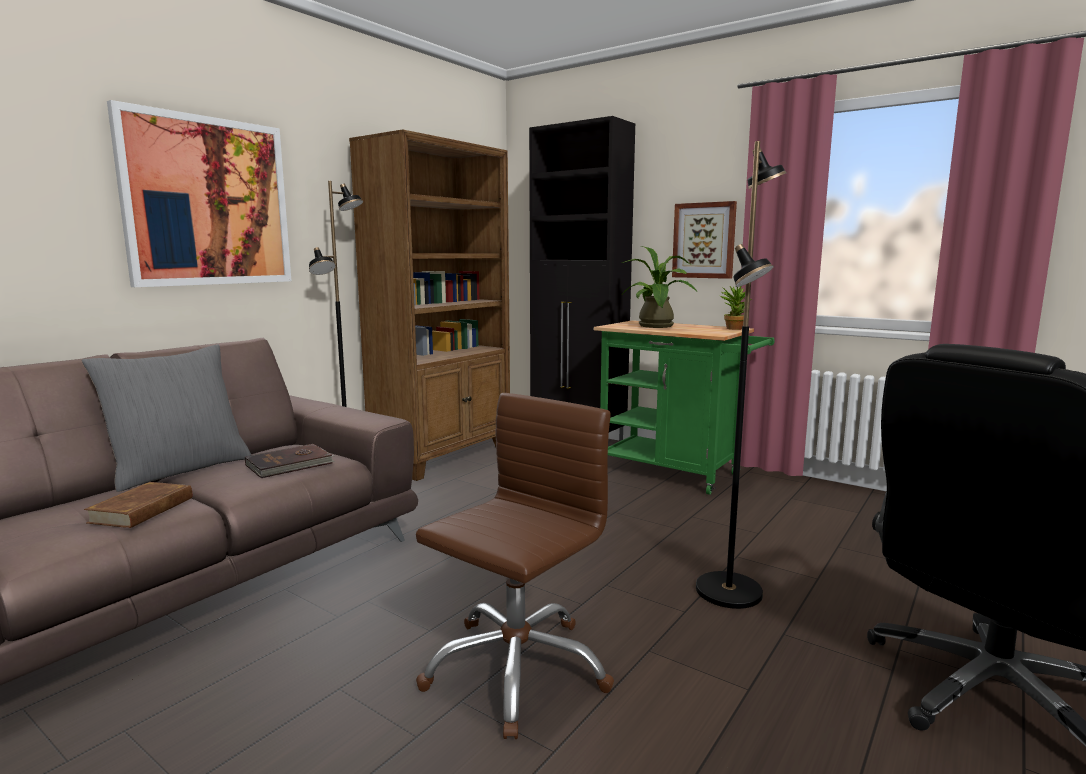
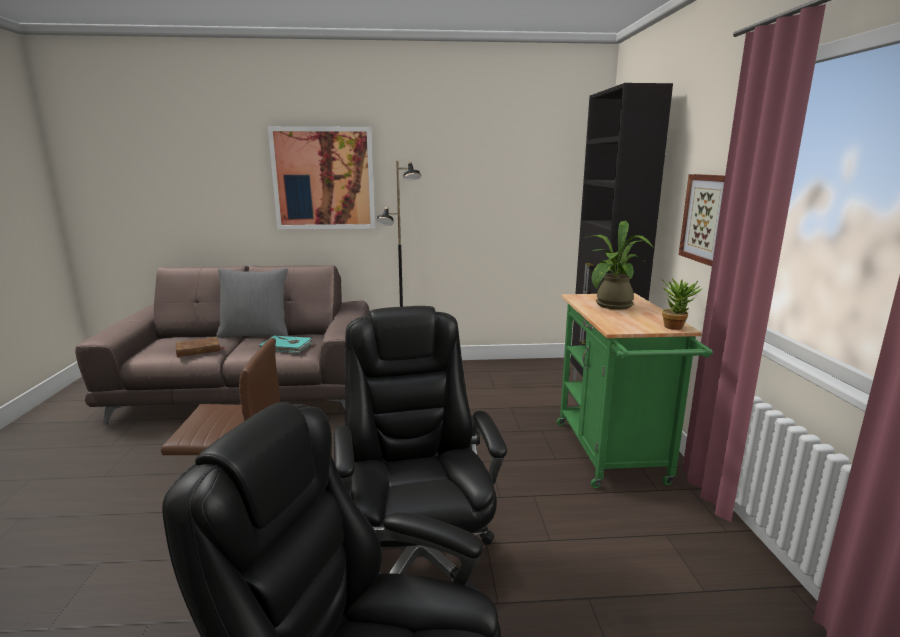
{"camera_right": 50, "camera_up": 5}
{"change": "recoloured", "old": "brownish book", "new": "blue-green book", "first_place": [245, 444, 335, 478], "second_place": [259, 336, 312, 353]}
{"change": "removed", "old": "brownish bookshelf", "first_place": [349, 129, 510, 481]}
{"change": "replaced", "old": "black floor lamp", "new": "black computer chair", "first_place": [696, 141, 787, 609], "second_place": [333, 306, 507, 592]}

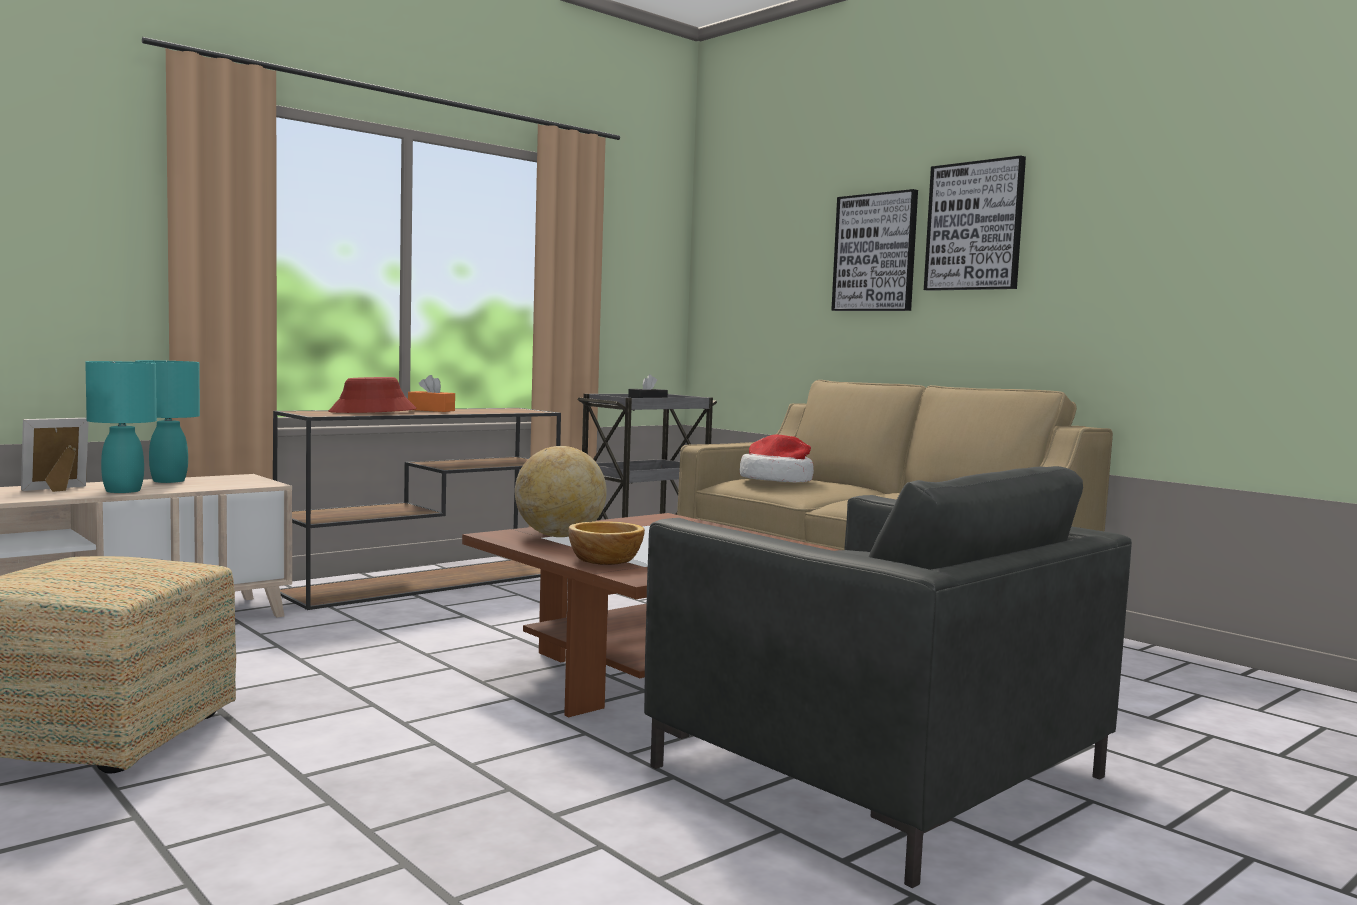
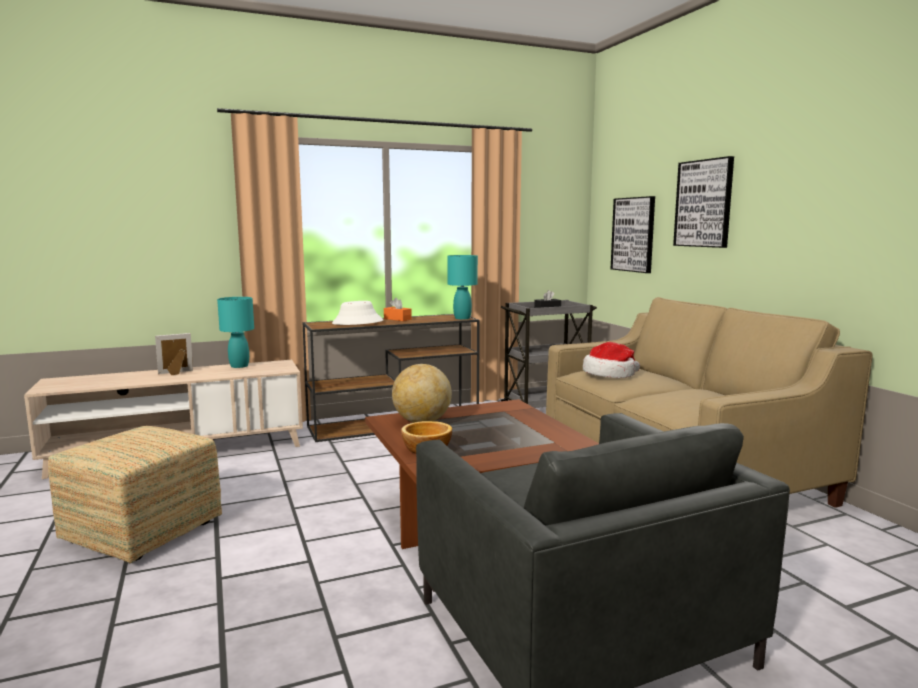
{"camera_right": 20, "camera_up": 5}
{"change": "moved", "old": "blue-green table lamp", "first_place": [85, 361, 157, 493], "second_place": [447, 255, 478, 320]}
{"change": "recoloured", "old": "reddish clothing hat", "new": "white-coloured clothing hat", "first_place": [328, 377, 417, 413], "second_place": [332, 301, 383, 325]}
{"change": "moved", "old": "picture", "first_place": [924, 156, 1026, 291], "second_place": [611, 196, 655, 273]}

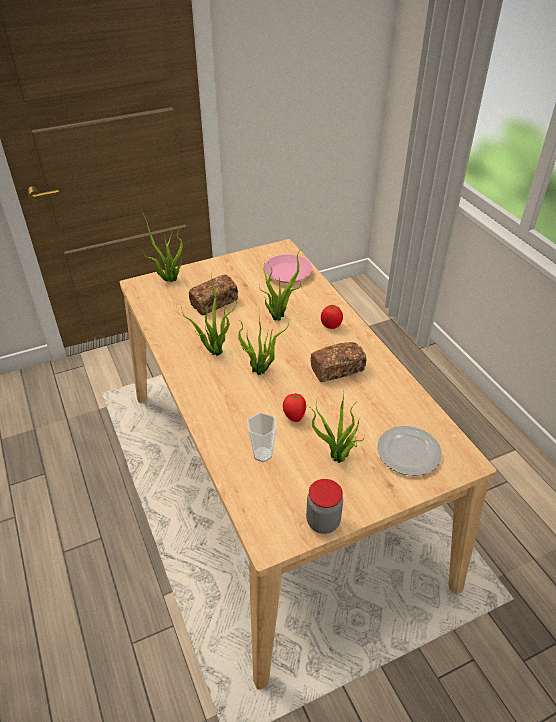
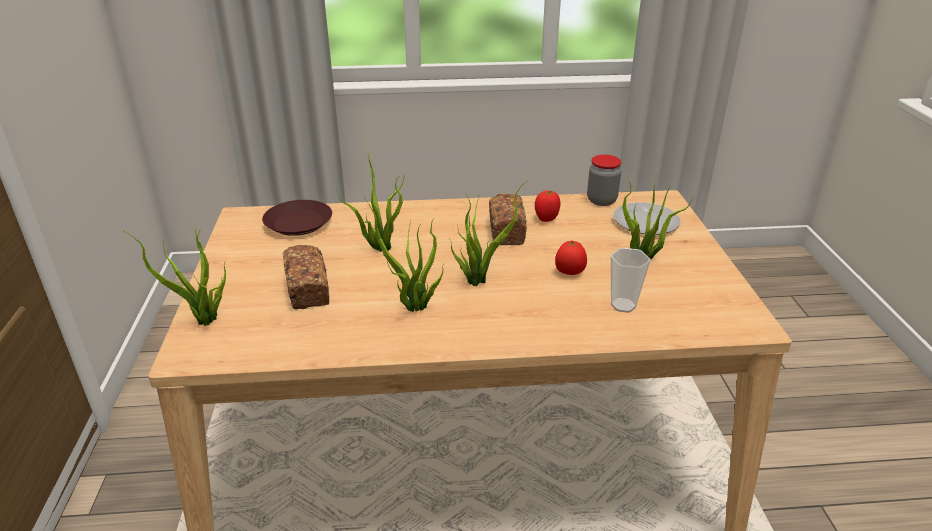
{"camera_right": -70, "camera_up": -10}
{"change": "recoloured", "old": "pink dinner plate", "new": "brownish dinner plate", "first_place": [264, 254, 312, 283], "second_place": [262, 200, 332, 236]}
{"change": "moved", "old": "preserve jar", "first_place": [306, 479, 343, 534], "second_place": [587, 155, 621, 206]}
{"change": "moved", "old": "tomato", "first_place": [321, 305, 343, 329], "second_place": [535, 190, 560, 222]}

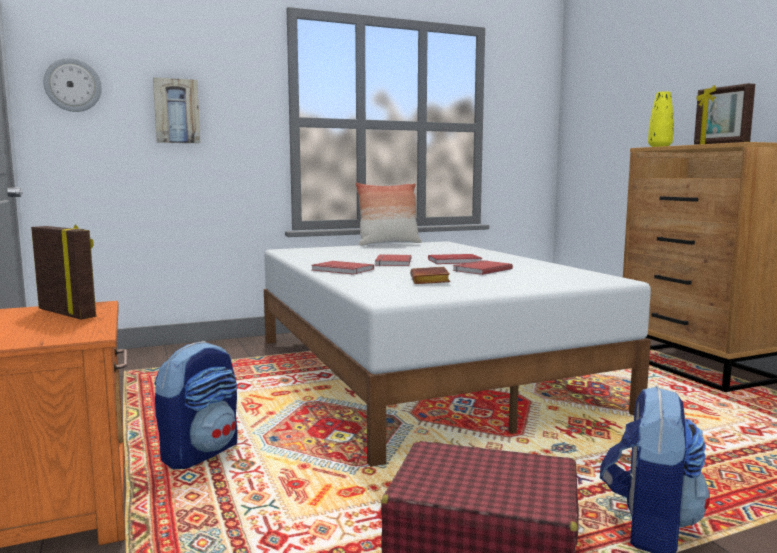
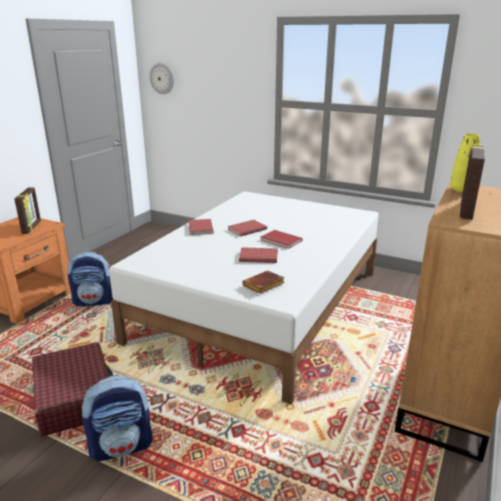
{"camera_right": 50, "camera_up": 15}
{"change": "removed", "old": "picture", "first_place": [153, 77, 200, 143]}
{"change": "removed", "old": "pillow", "first_place": [355, 182, 422, 246]}
{"change": "moved", "old": "brownish book", "first_place": [410, 267, 450, 284], "second_place": [242, 271, 285, 294]}

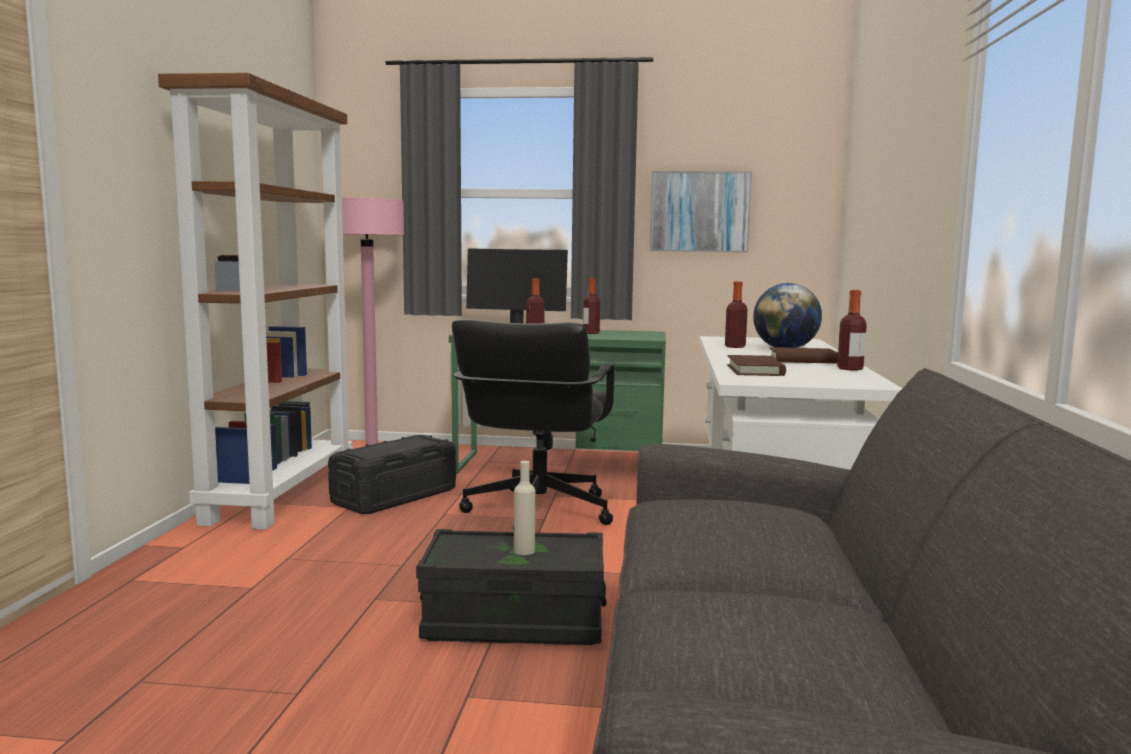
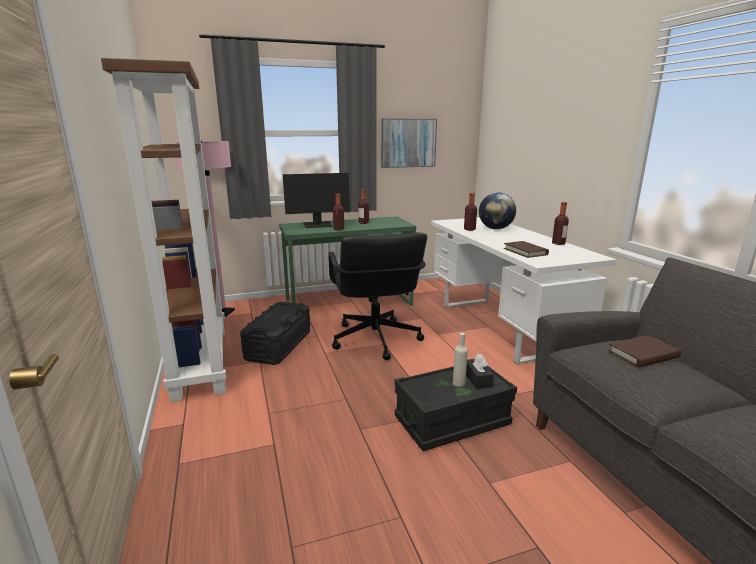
{"camera_right": -25, "camera_up": 10}
{"change": "moved", "old": "brownish book", "first_place": [770, 347, 838, 364], "second_place": [608, 335, 681, 368]}
{"change": "added", "new": "black box of tissues", "second_place": [466, 354, 494, 389]}

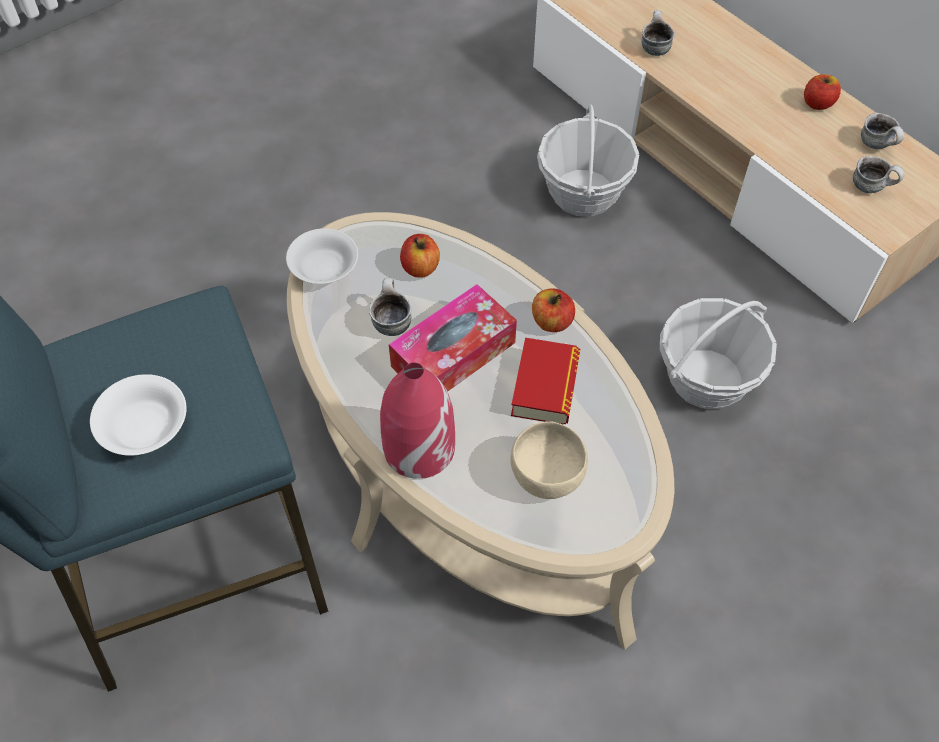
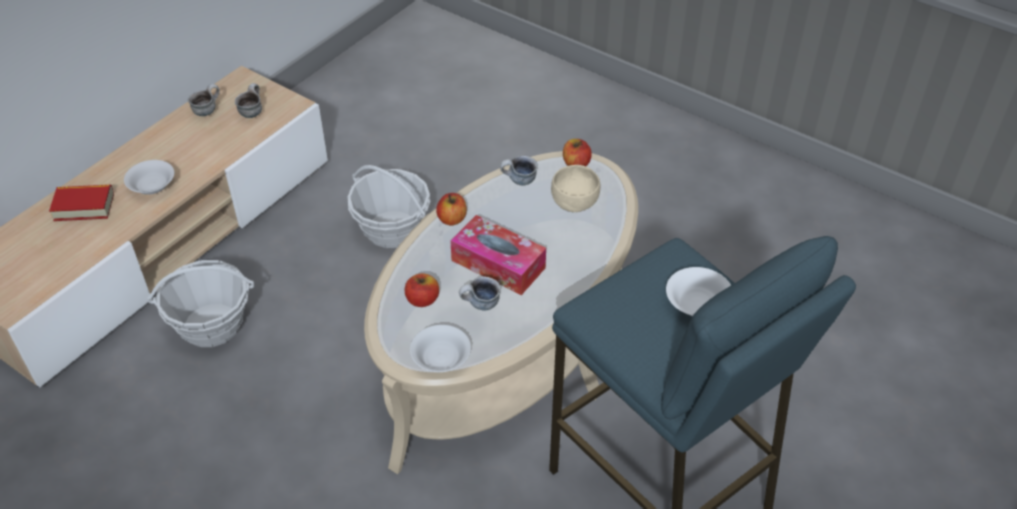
{"camera_right": -105, "camera_up": -10}
{"change": "removed", "old": "reddish flower vase", "first_place": [380, 363, 455, 479]}
{"change": "moved", "old": "book", "first_place": [511, 338, 580, 425], "second_place": [49, 185, 114, 221]}
{"change": "moved", "old": "coffee mug", "first_place": [641, 10, 674, 56], "second_place": [500, 156, 538, 185]}
{"change": "moved", "old": "apple", "first_place": [804, 74, 841, 110], "second_place": [563, 139, 592, 166]}
{"change": "added", "new": "white-coloured bowl", "second_place": [124, 160, 174, 195]}

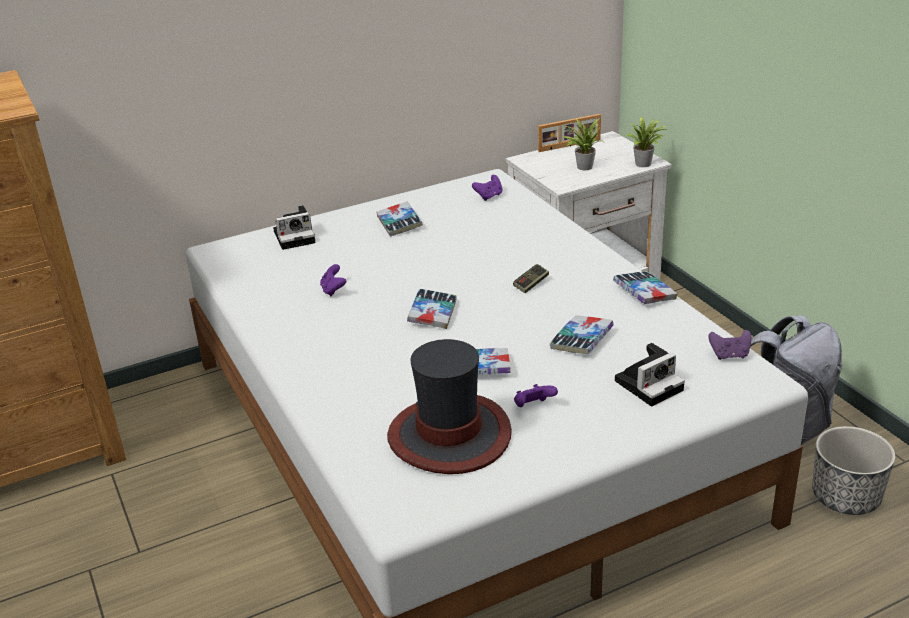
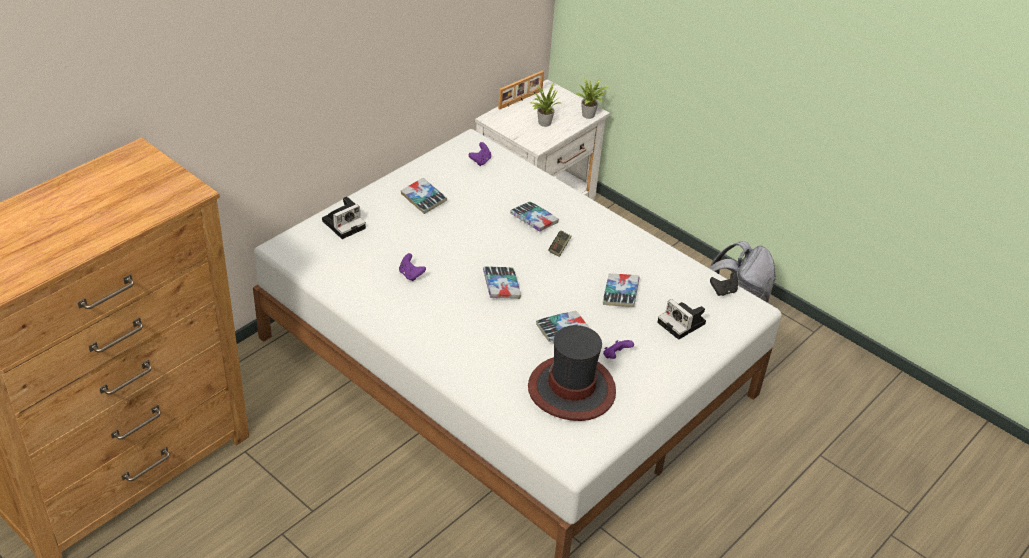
{"camera_right": -25, "camera_up": 10}
{"change": "moved", "old": "book", "first_place": [613, 271, 677, 304], "second_place": [510, 201, 559, 232]}
{"change": "turned", "old": "photo camera", "first_place": [615, 343, 685, 406], "second_place": [657, 299, 706, 340], "degrees": 105}
{"change": "recoloured", "old": "purplish gamepad", "new": "black gamepad", "first_place": [708, 330, 751, 360], "second_place": [710, 272, 738, 296]}
{"change": "removed", "old": "planter", "first_place": [812, 426, 895, 515]}

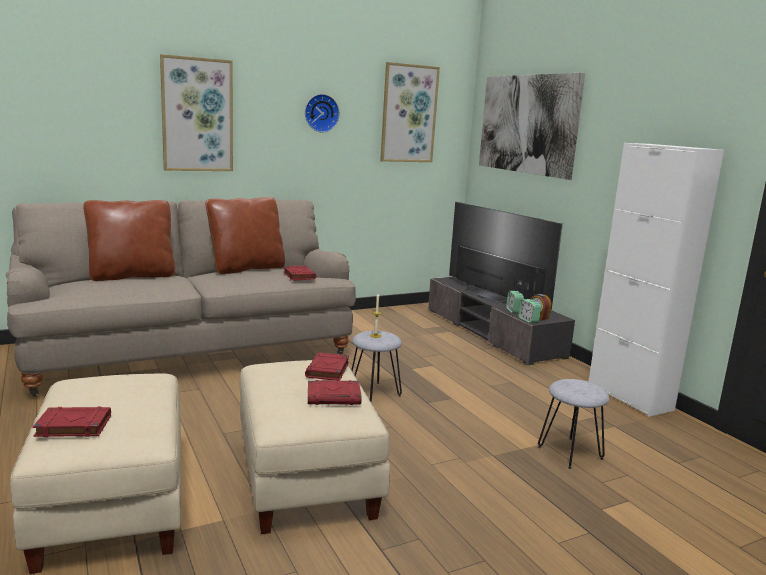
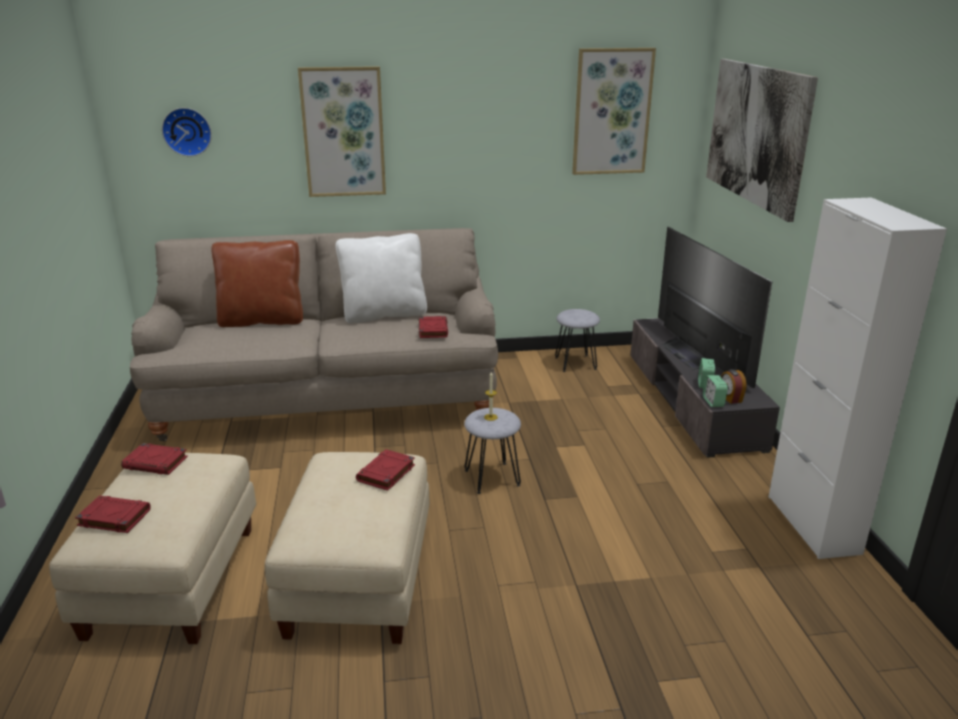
{"camera_right": 20, "camera_up": 10}
{"change": "recoloured", "old": "brownish pillow", "new": "white-coloured pillow", "first_place": [205, 197, 285, 274], "second_place": [335, 233, 427, 323]}
{"change": "moved", "old": "clock on the wall", "first_place": [305, 94, 340, 132], "second_place": [162, 108, 212, 156]}
{"change": "moved", "old": "reddish book", "first_place": [308, 380, 362, 405], "second_place": [121, 443, 188, 475]}
{"change": "moved", "old": "greyish sitting stool", "first_place": [538, 379, 609, 469], "second_place": [555, 309, 600, 372]}

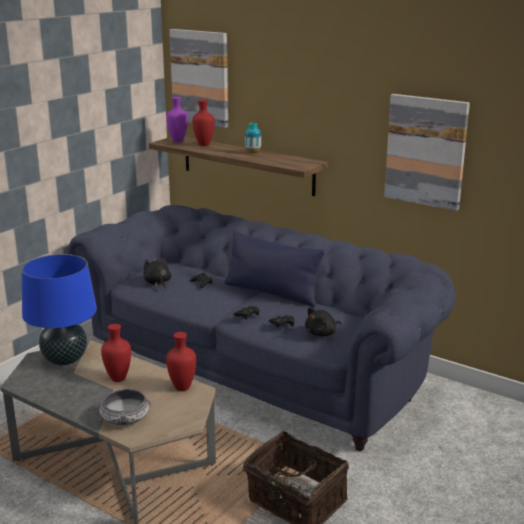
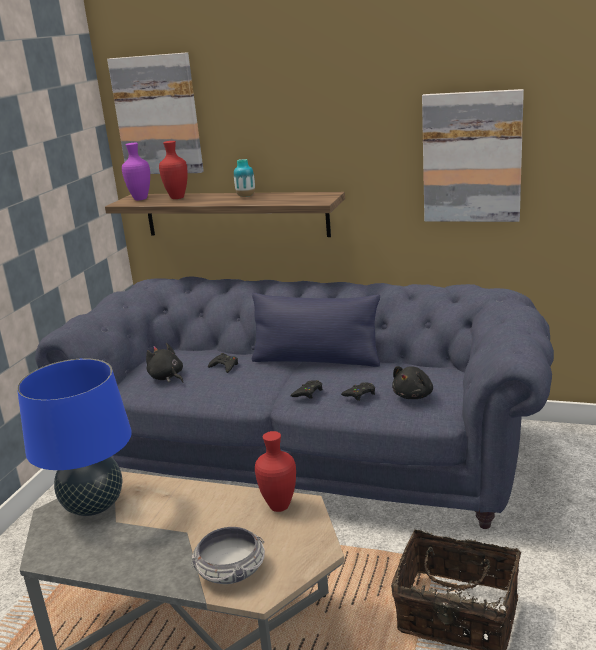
{"camera_right": -15, "camera_up": 0}
{"change": "removed", "old": "reddish flower vase", "first_place": [101, 324, 131, 382]}

